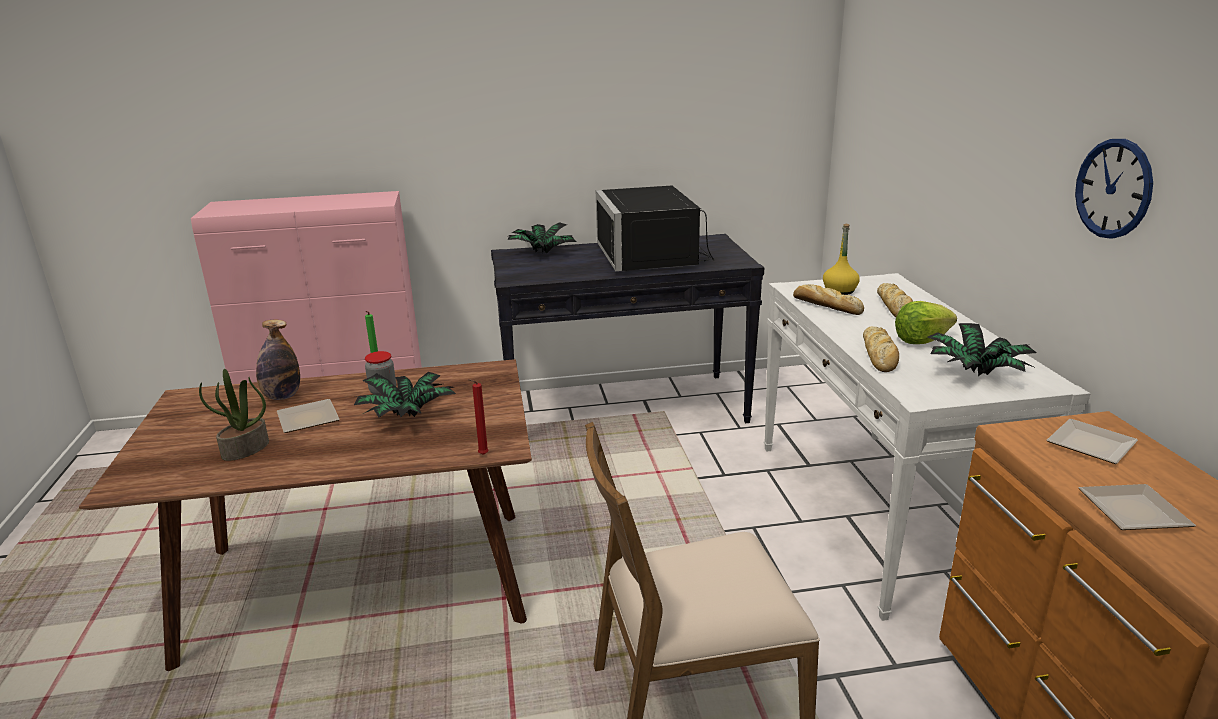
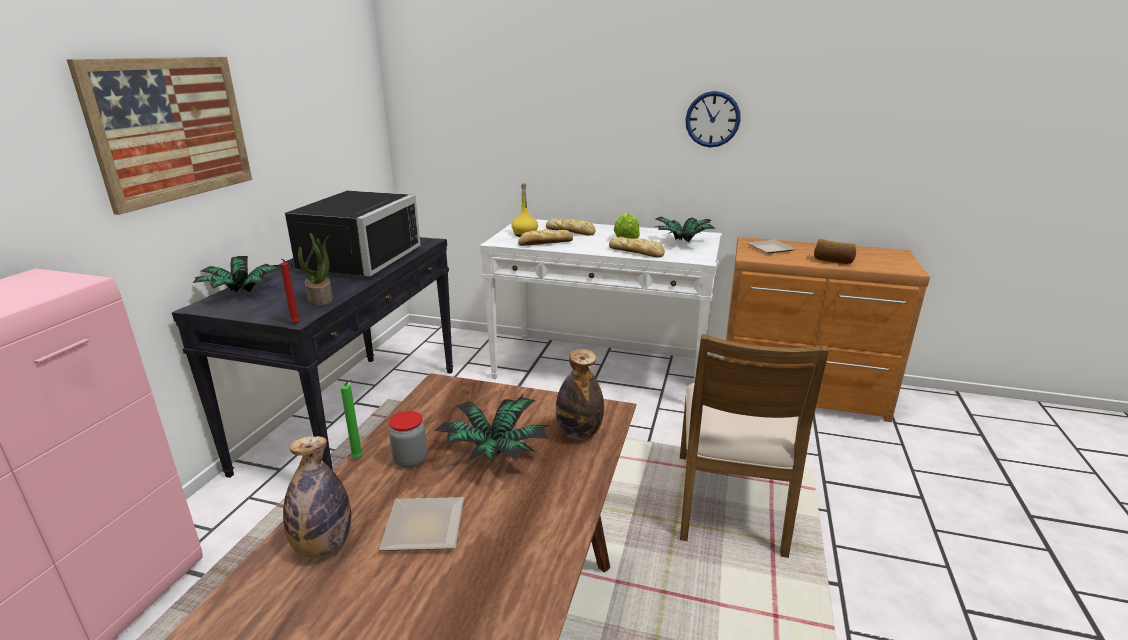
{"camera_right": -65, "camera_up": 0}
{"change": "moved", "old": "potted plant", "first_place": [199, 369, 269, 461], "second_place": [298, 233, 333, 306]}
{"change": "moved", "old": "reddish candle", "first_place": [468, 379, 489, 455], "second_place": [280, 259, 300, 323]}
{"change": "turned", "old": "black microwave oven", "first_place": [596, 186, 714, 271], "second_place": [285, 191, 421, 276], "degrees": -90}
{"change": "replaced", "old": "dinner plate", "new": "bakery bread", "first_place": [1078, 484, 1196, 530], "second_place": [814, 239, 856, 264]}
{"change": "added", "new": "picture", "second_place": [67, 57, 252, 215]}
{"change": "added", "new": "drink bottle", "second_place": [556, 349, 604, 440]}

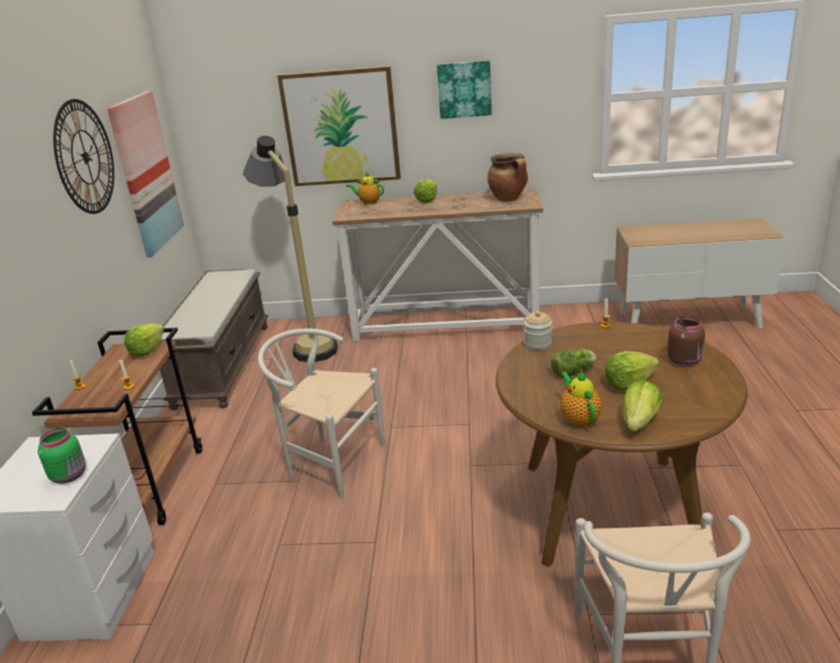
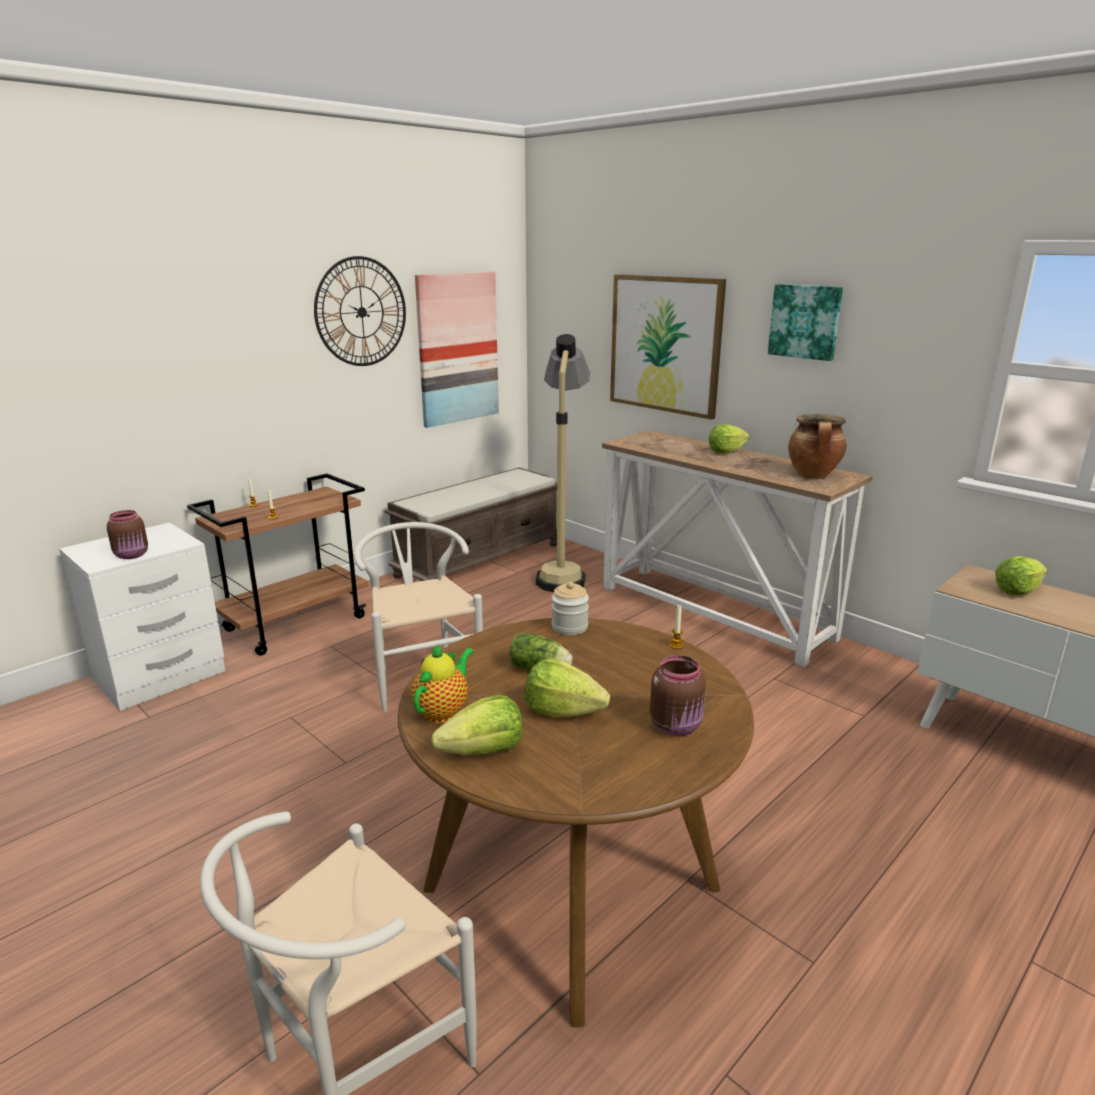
{"camera_right": 40, "camera_up": -5}
{"change": "recoloured", "old": "green-coloured preserve jar", "new": "brownish preserve jar", "first_place": [38, 428, 86, 484], "second_place": [107, 510, 148, 559]}
{"change": "moved", "old": "head of lettuce", "first_place": [124, 323, 164, 357], "second_place": [995, 556, 1047, 595]}
{"change": "removed", "old": "teapot", "first_place": [346, 171, 384, 205]}

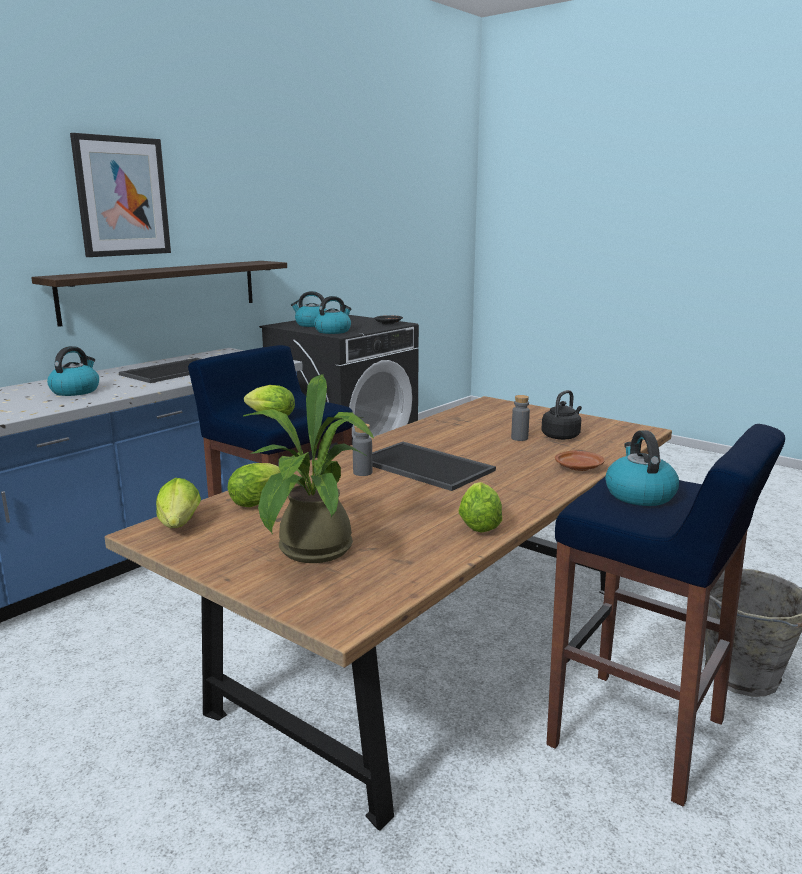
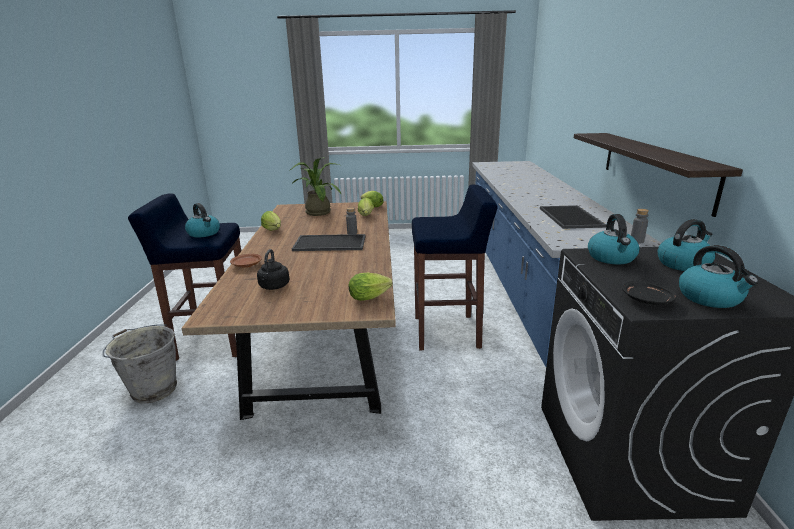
{"camera_right": 140, "camera_up": 5}
{"change": "moved", "old": "water kettle", "first_place": [47, 346, 99, 396], "second_place": [679, 245, 759, 308]}
{"change": "removed", "old": "picture", "first_place": [70, 133, 171, 257]}
{"change": "moved", "old": "head of lettuce", "first_place": [244, 385, 295, 416], "second_place": [349, 273, 393, 301]}
{"change": "moved", "old": "greyish drink bottle", "first_place": [511, 395, 530, 441], "second_place": [631, 209, 649, 243]}

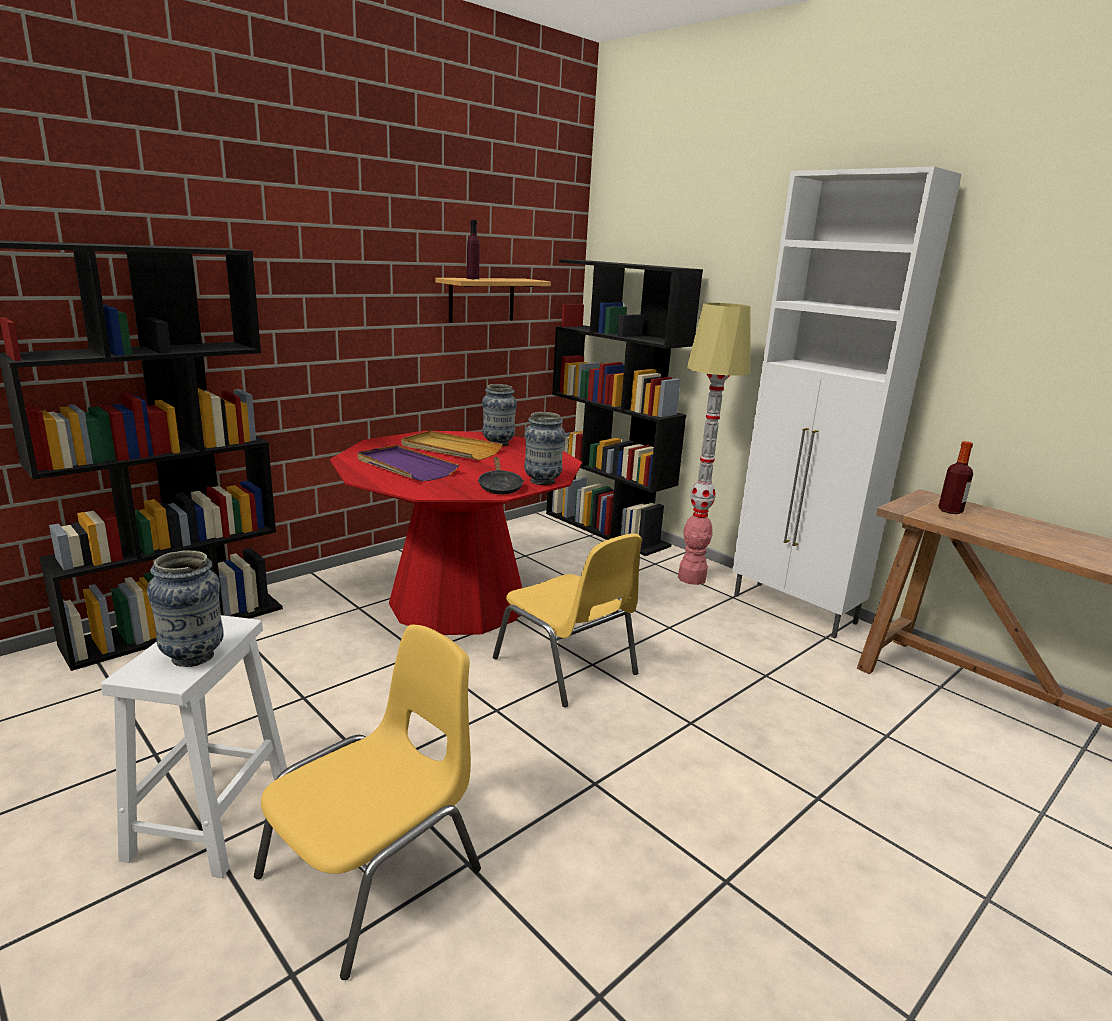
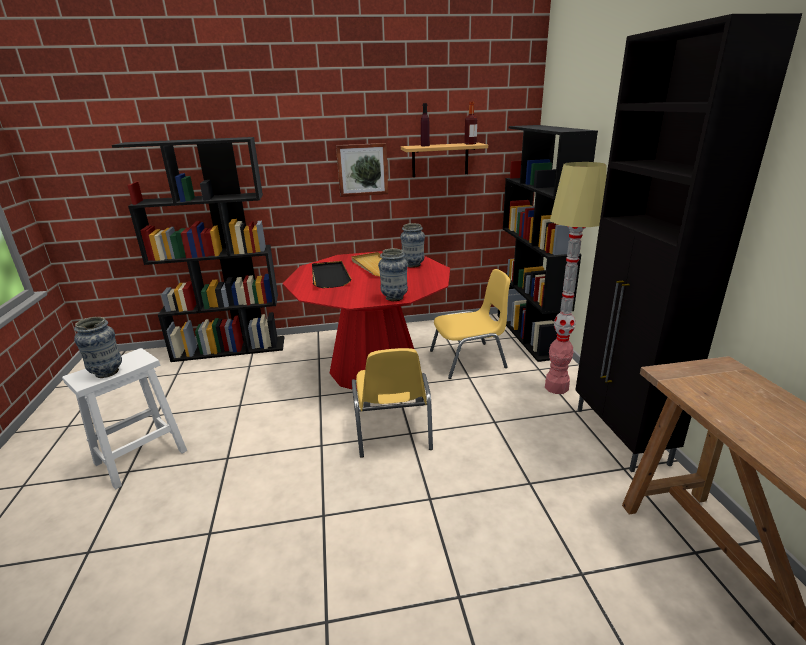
{"camera_right": 35, "camera_up": 5}
{"change": "moved", "old": "yellowish chair", "first_place": [254, 624, 481, 980], "second_place": [430, 269, 511, 379]}
{"change": "recoloured", "old": "purplish tray", "new": "black tray", "first_place": [358, 445, 459, 482], "second_place": [312, 261, 351, 288]}
{"change": "removed", "old": "black pan", "first_place": [478, 457, 524, 495]}
{"change": "recoloured", "old": "white-coloured cupboard", "new": "black cupboard", "first_place": [732, 167, 962, 639], "second_place": [575, 13, 802, 472]}
{"change": "moved", "old": "drink bottle", "first_place": [938, 441, 973, 514], "second_place": [464, 102, 477, 144]}
{"change": "added", "new": "picture", "second_place": [336, 143, 388, 197]}

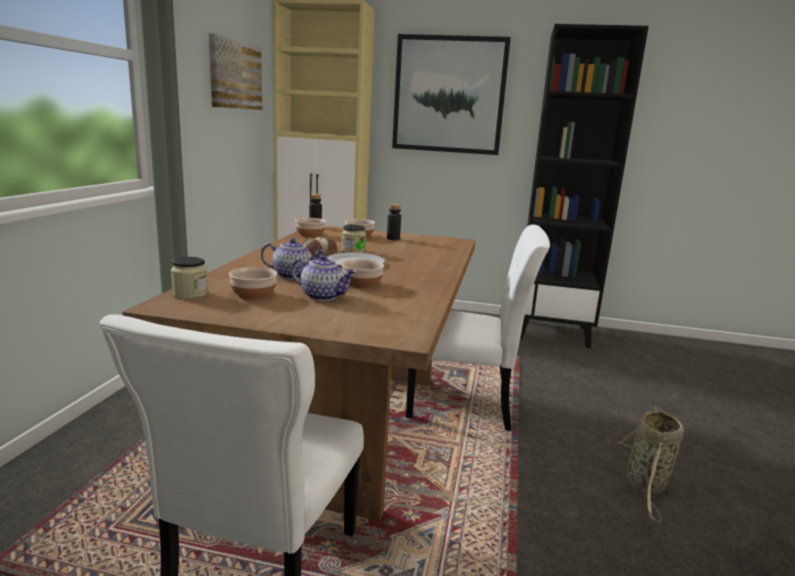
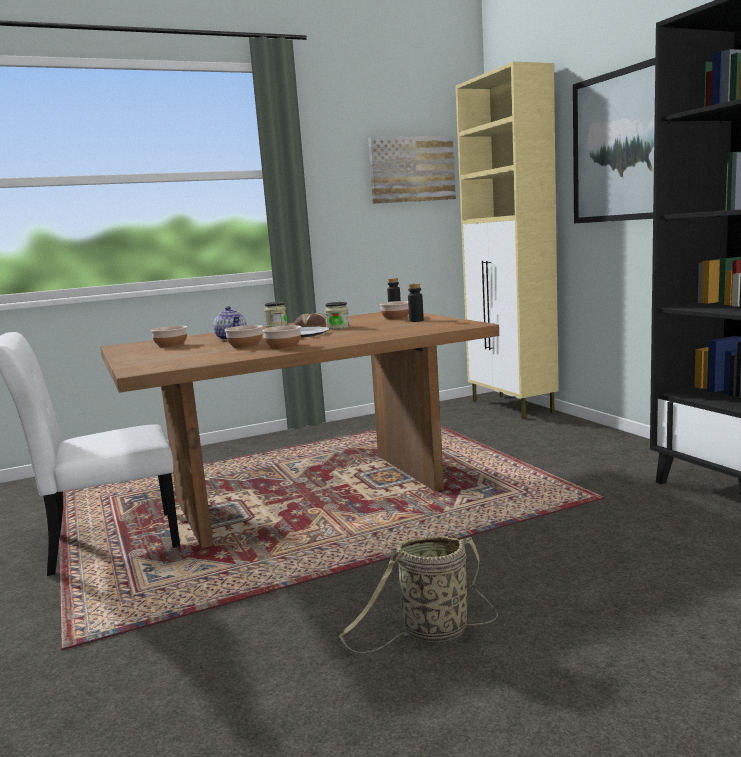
{"camera_right": 55, "camera_up": -5}
{"change": "moved", "old": "preserve jar", "first_place": [171, 257, 208, 299], "second_place": [264, 302, 288, 328]}
{"change": "removed", "old": "teapot", "first_place": [291, 255, 357, 301]}
{"change": "moved", "old": "bowl", "first_place": [295, 218, 326, 238], "second_place": [262, 325, 301, 349]}
{"change": "removed", "old": "white-coloured chair", "first_place": [406, 225, 550, 431]}

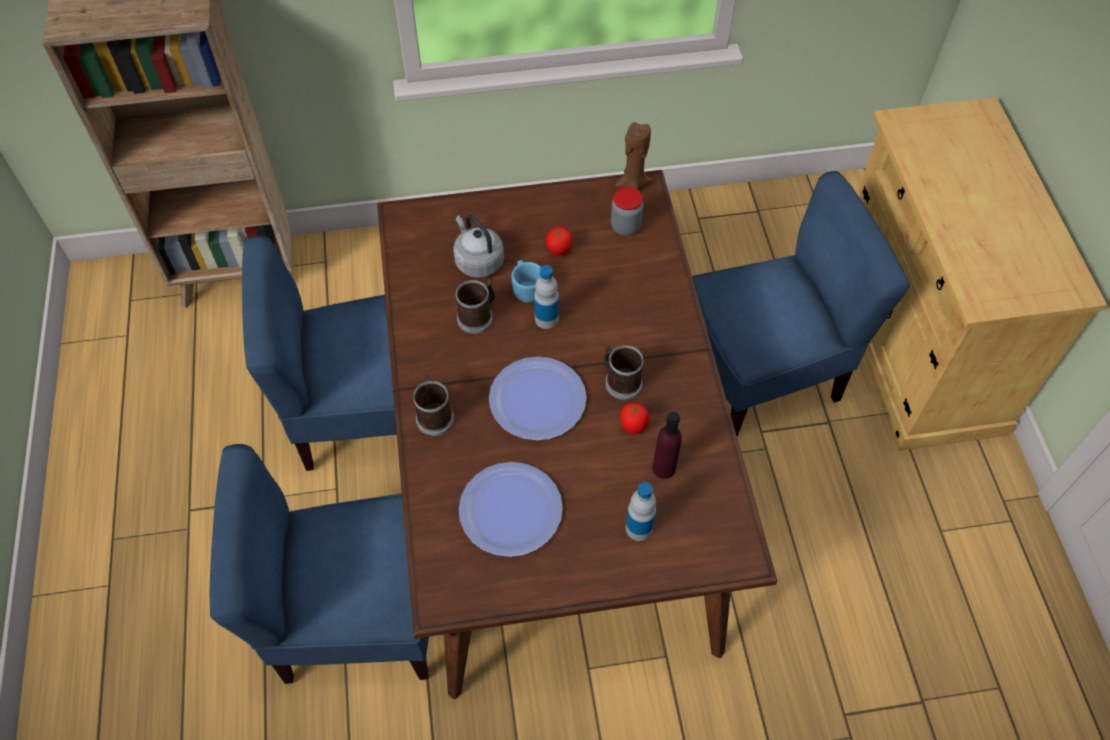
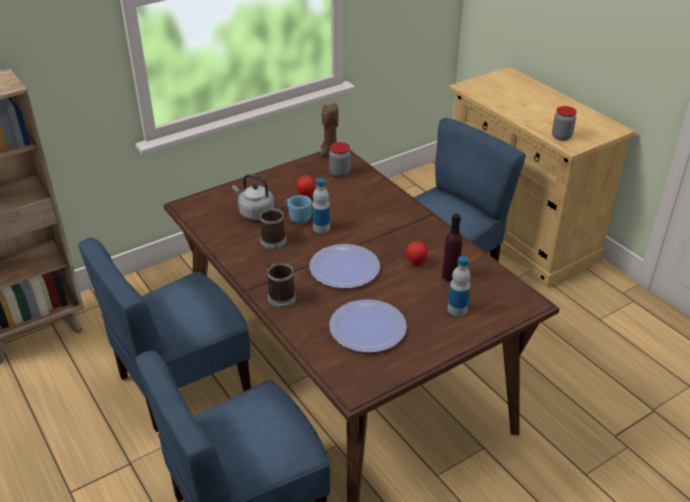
{"camera_right": -25, "camera_up": -20}
{"change": "removed", "old": "coffee mug", "first_place": [603, 345, 644, 400]}
{"change": "added", "new": "preserve jar", "second_place": [552, 106, 577, 141]}

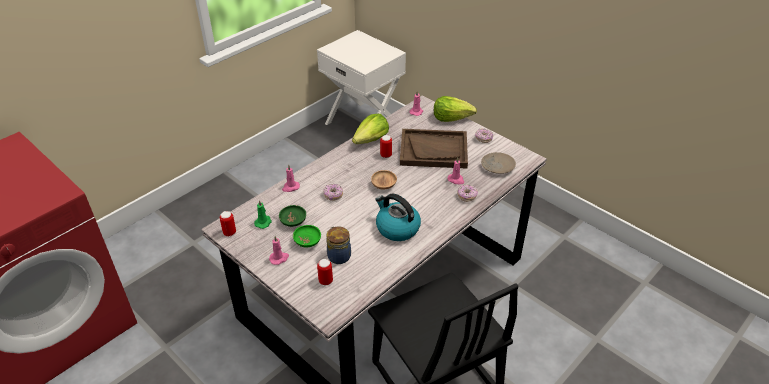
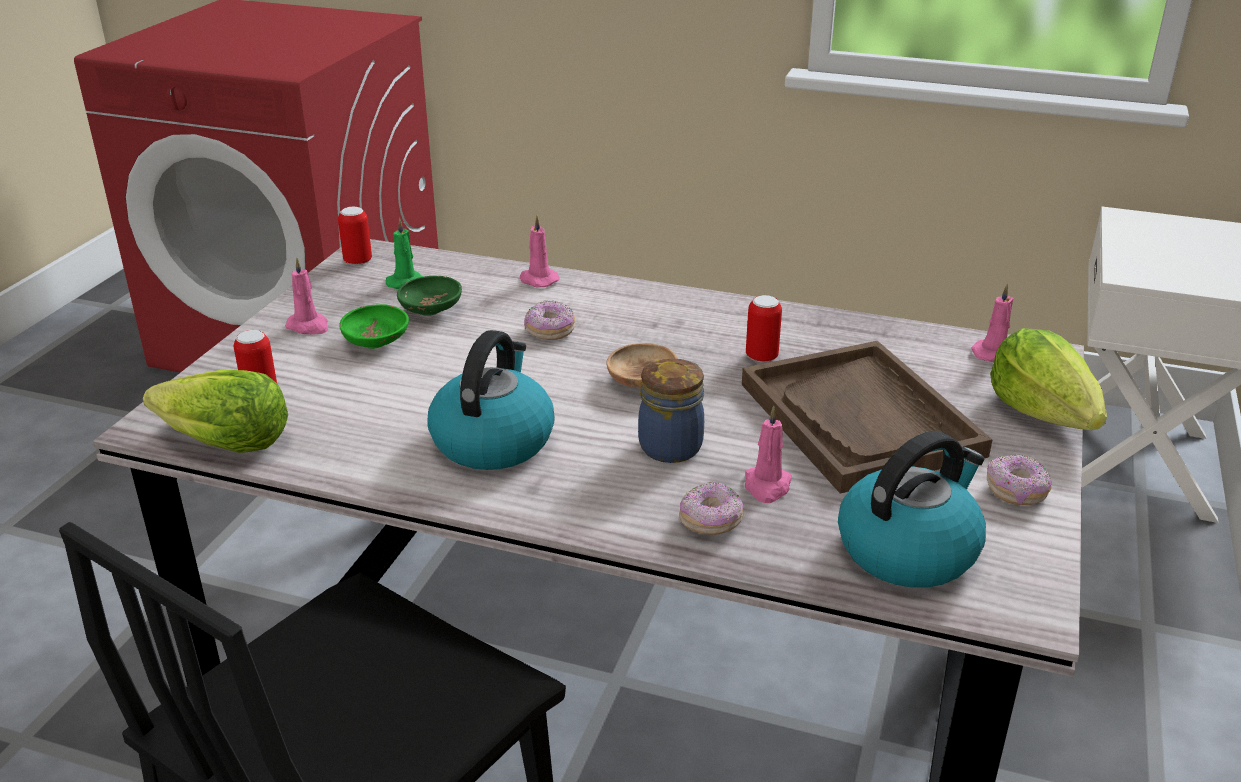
{"camera_right": 65, "camera_up": -10}
{"change": "moved", "old": "preserve jar", "first_place": [326, 226, 351, 264], "second_place": [638, 358, 704, 463]}
{"change": "moved", "old": "head of lettuce", "first_place": [352, 114, 389, 144], "second_place": [143, 370, 288, 453]}
{"change": "replaced", "old": "beige-coloured dinner plate", "new": "water kettle", "first_place": [481, 152, 516, 174], "second_place": [838, 431, 986, 587]}

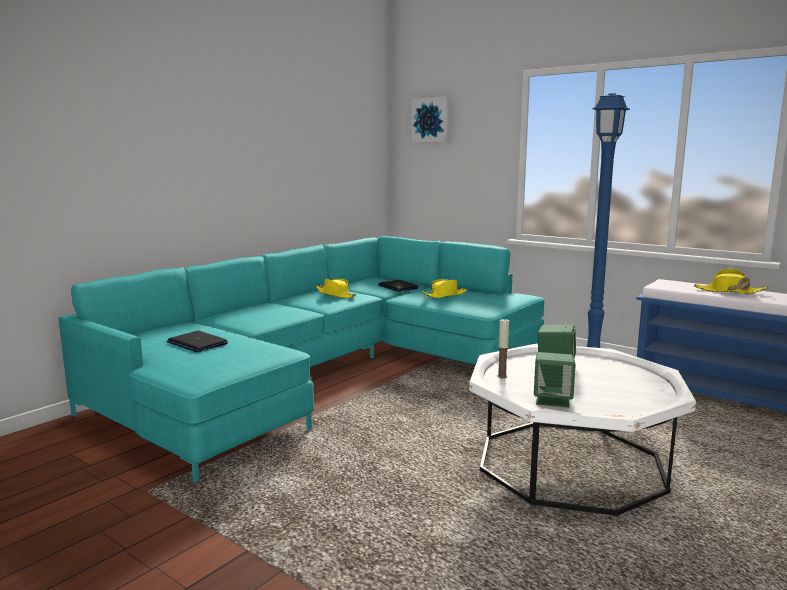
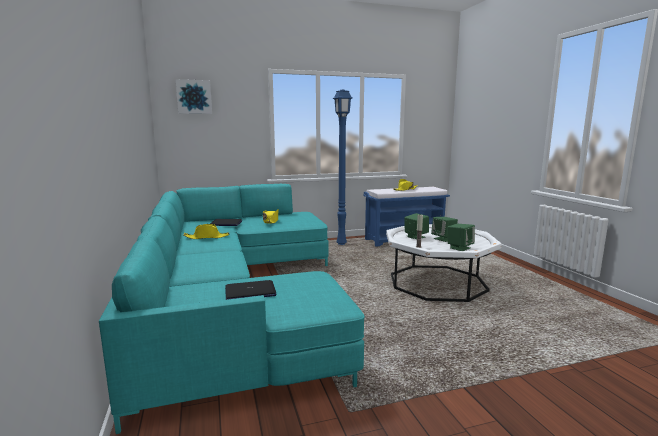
{"camera_right": -55, "camera_up": 0}
{"change": "added", "new": "green-coloured loudspeaker", "second_place": [431, 217, 458, 242]}

